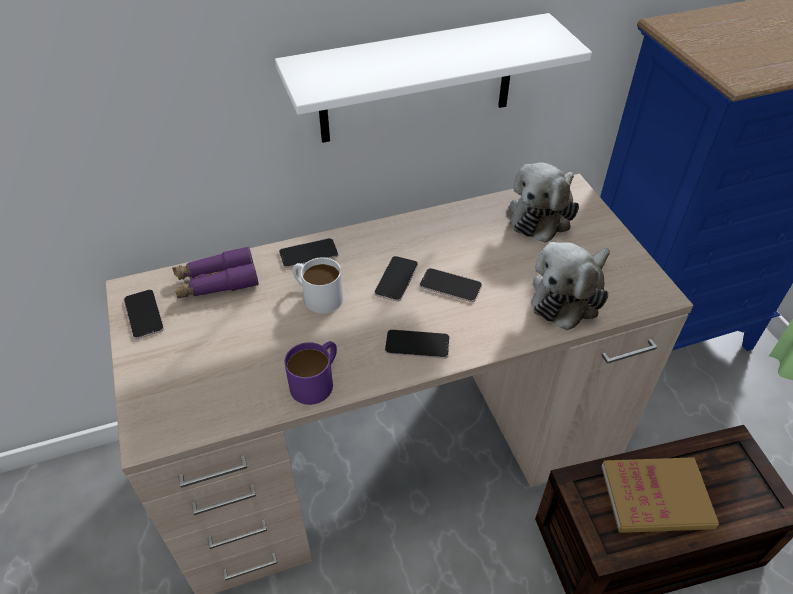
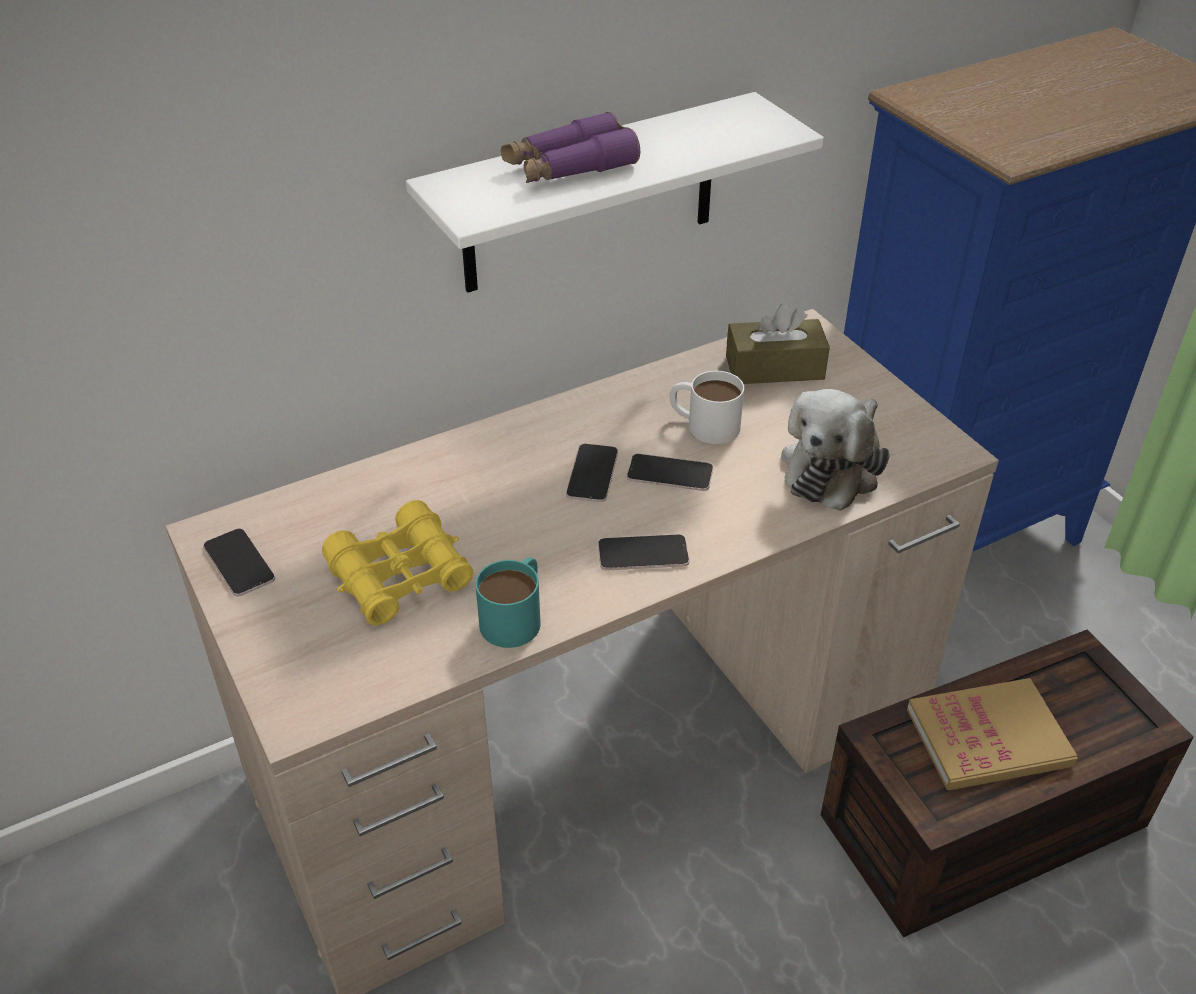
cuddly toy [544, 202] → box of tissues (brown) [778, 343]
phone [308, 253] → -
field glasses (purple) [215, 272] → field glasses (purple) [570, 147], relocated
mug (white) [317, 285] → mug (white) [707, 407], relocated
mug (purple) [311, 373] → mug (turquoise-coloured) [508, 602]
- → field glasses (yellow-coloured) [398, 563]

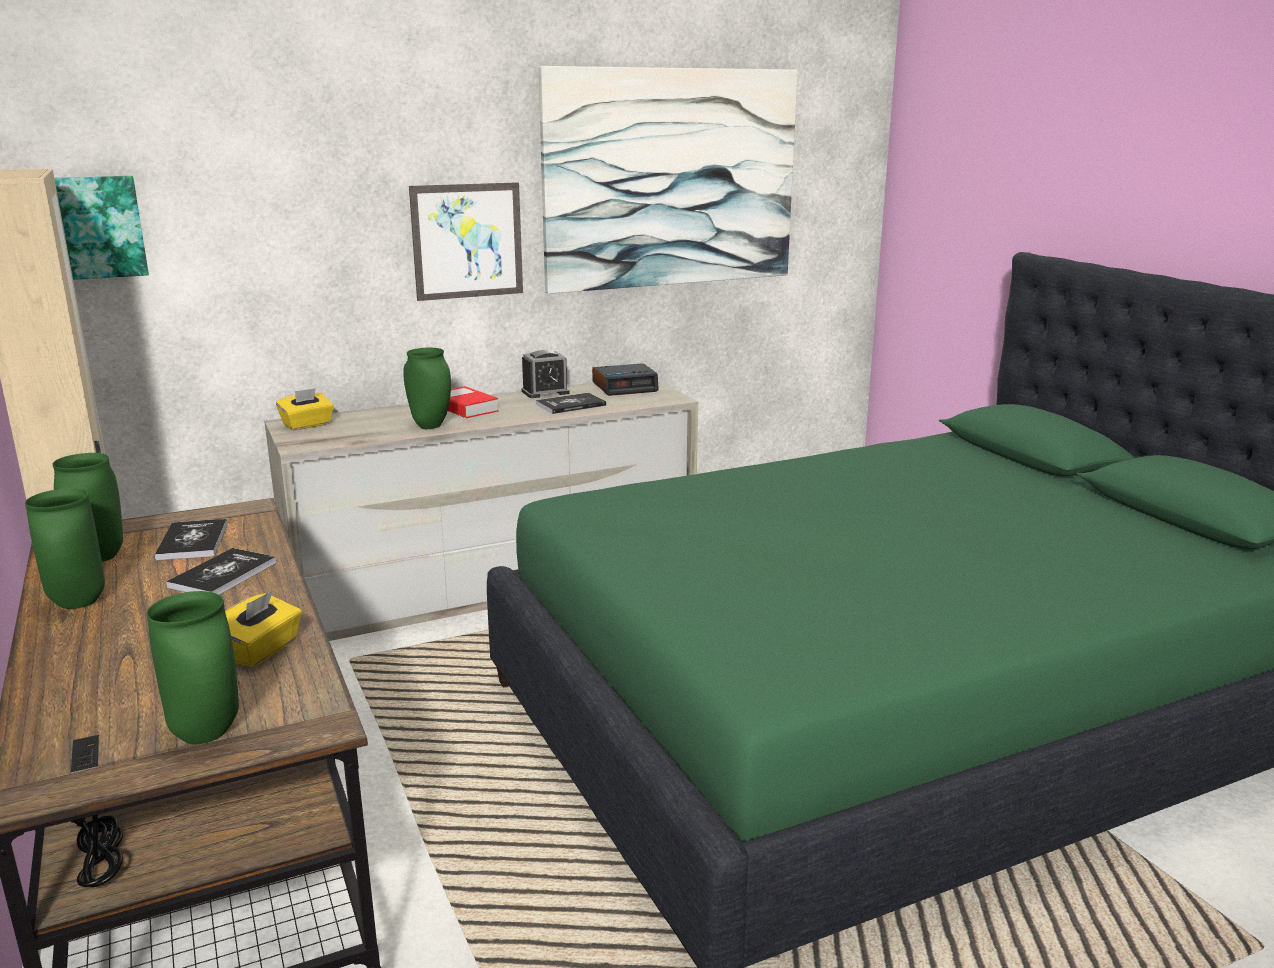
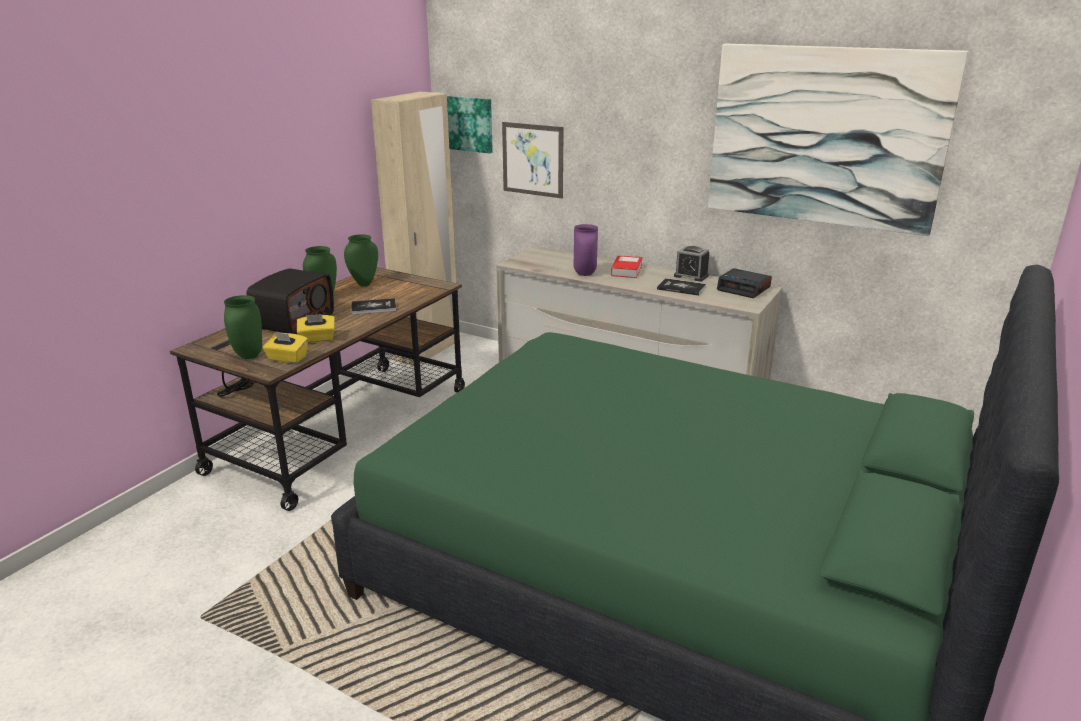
wall art [466, 241] → wall art [533, 160], relocated
decorative vase (green) [427, 388] → decorative vase (purple) [586, 250]
box of tissues (yellow-coloured) [305, 409] → box of tissues (yellow-coloured) [285, 348], relocated
volume [191, 540] → -
- → radio set [290, 301]

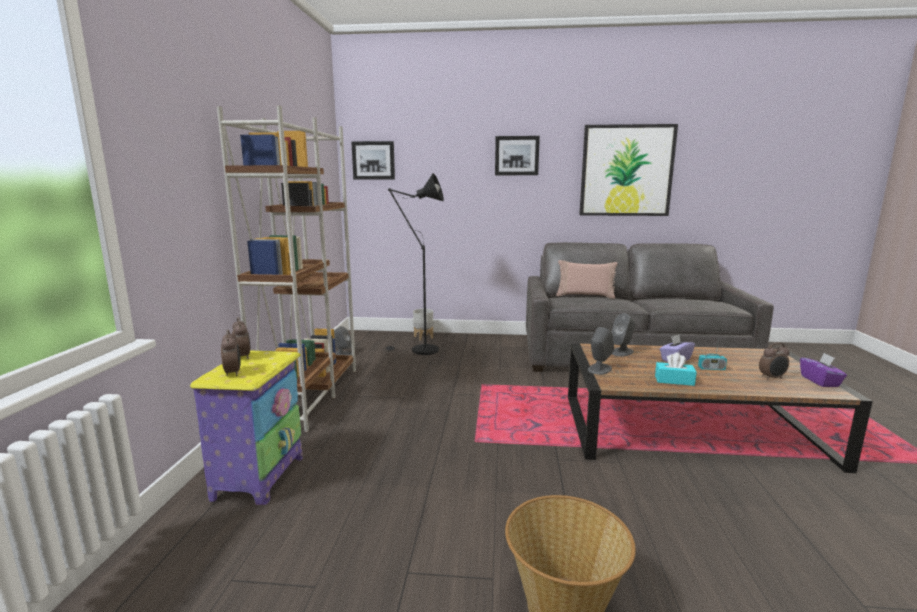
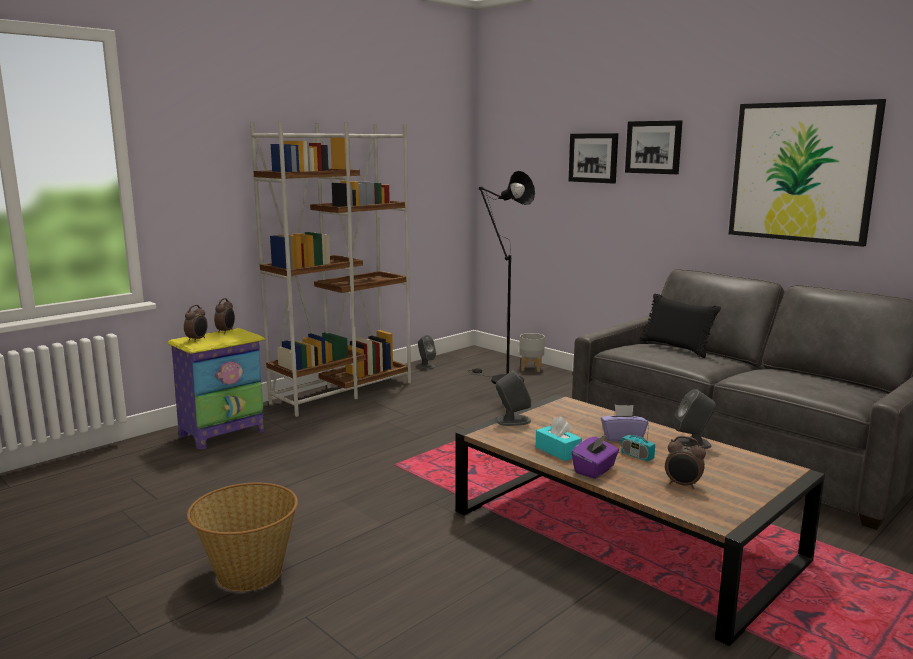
wall art [373, 160] → wall art [593, 158], relocated
throw pillow (sand-coloured) [587, 279] → throw pillow (blackish) [680, 325]
speaker (greyish) [623, 335] → speaker (greyish) [694, 419], relocated
box of tissues (purple) [823, 370] → box of tissues (purple) [595, 456], relocated

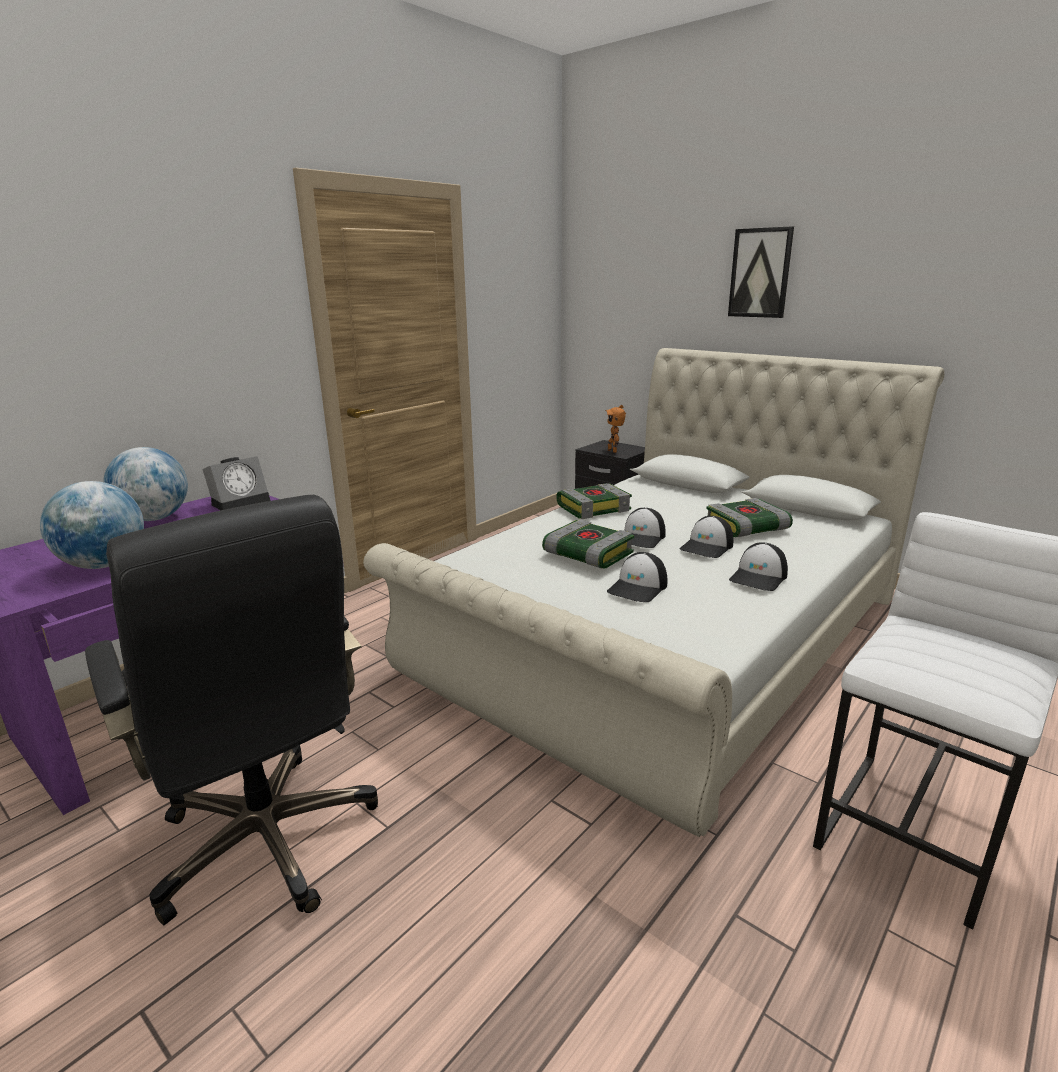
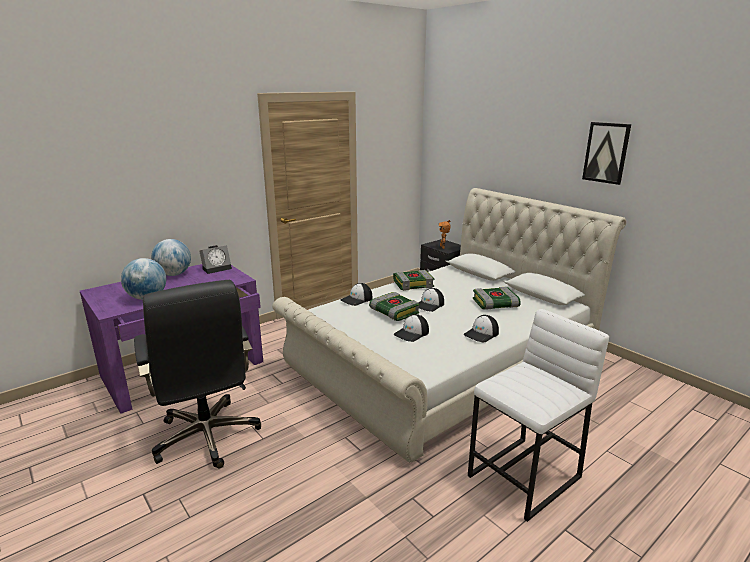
wall art [761, 272] → wall art [606, 153], relocated
peaked cap [706, 537] → peaked cap [356, 294], relocated

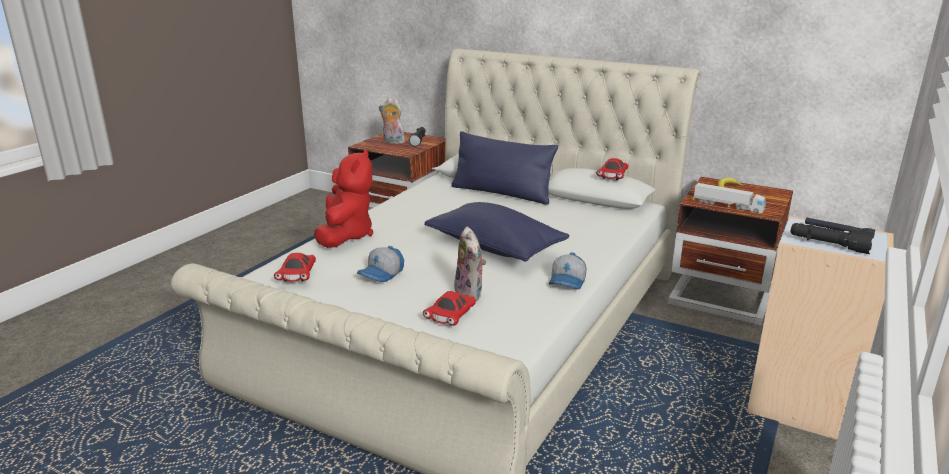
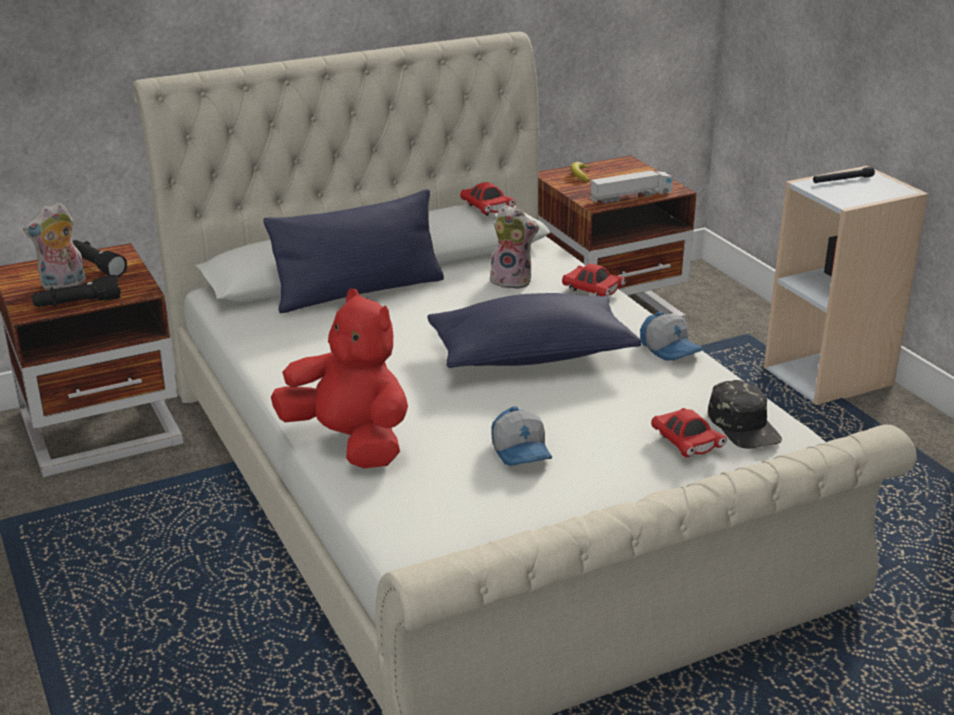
flashlight (blackish) [832, 238] → flashlight (blackish) [76, 291], relocated
cuddly toy [469, 264] → cuddly toy [514, 247], relocated
toy car (red) [295, 267] → toy car (red) [594, 279], relocated
- → peaked cap (blackish) [745, 414]

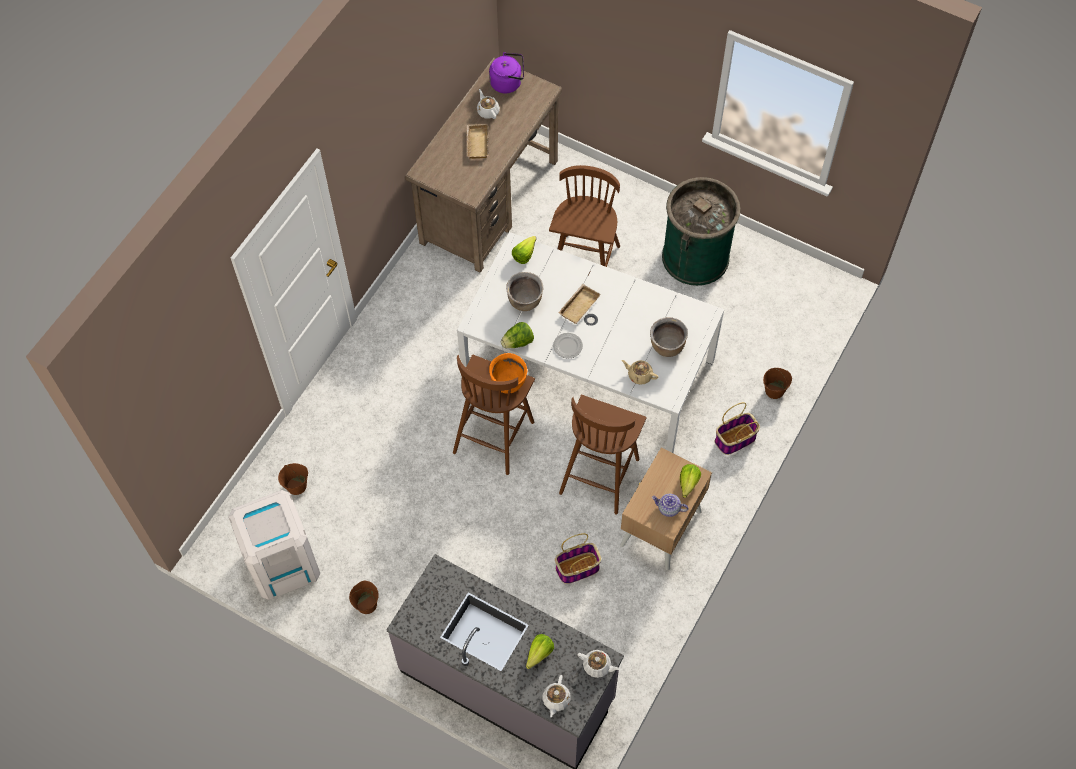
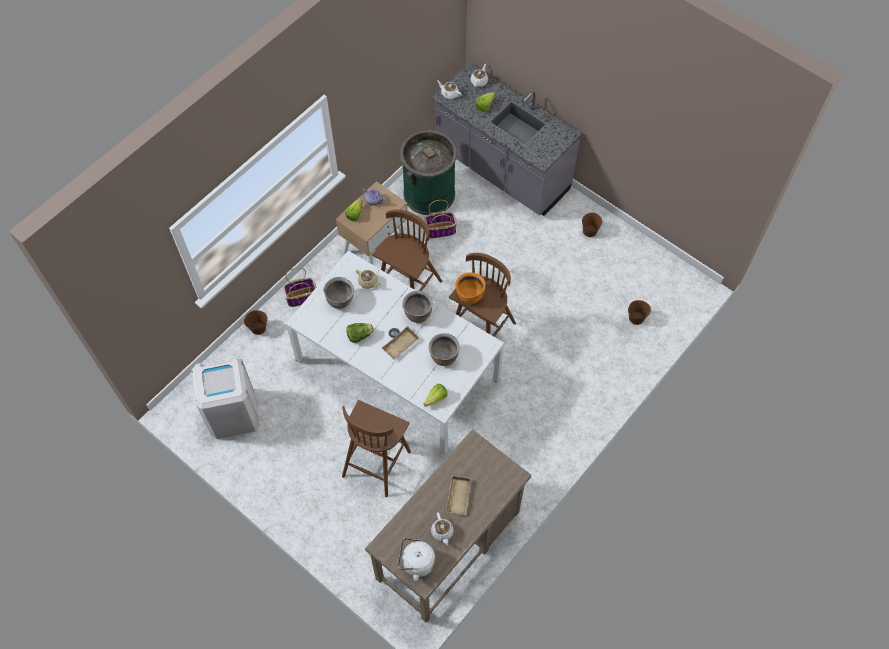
kettle (purple) [506, 72] → kettle (white) [416, 559]
rubbish bin (green) [701, 231] → rubbish bin (green) [428, 172], relocated
lettuce head [517, 335] → lettuce head [360, 333], relocated
plate [568, 346] → saucepot (brown) [417, 307]
rubbish bin (white) [274, 545] → rubbish bin (white) [226, 397], relocated

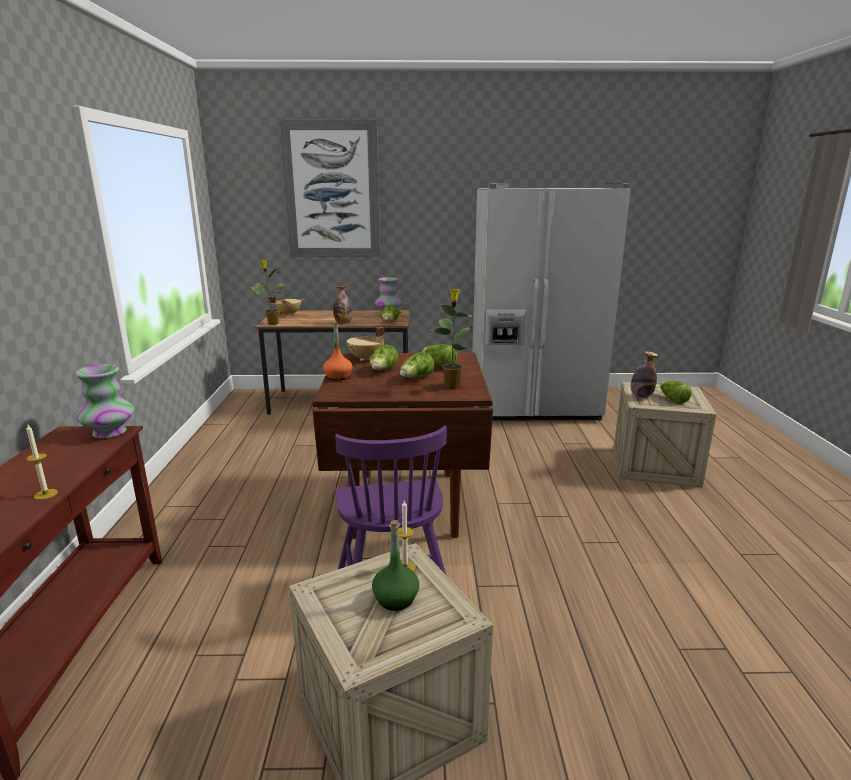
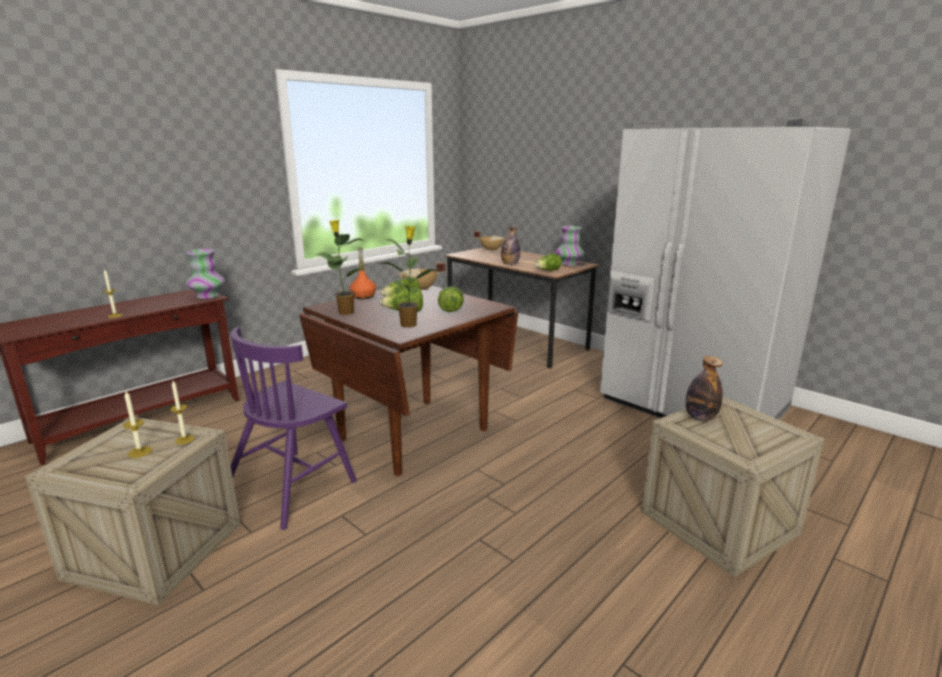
wall art [330, 188] → -
plant in a pot [268, 292] → plant in a pot [340, 267], relocated
lettuce head [676, 392] → -
beverage bottle (green) [395, 565] → wax light [137, 424]

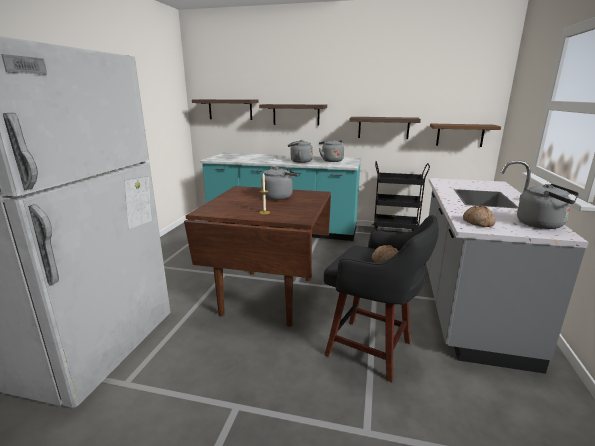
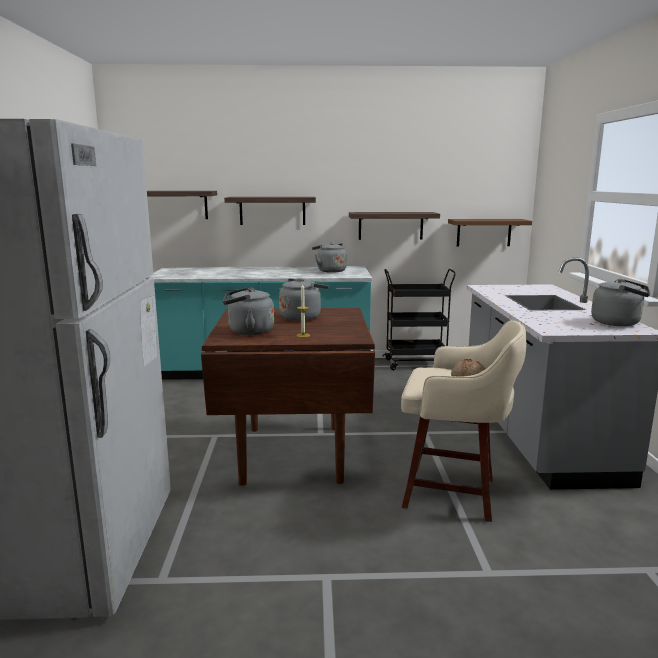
kettle (greyish) [300, 151] → kettle (greyish) [248, 311], relocated
baked bread [479, 216] → -
stool seat (blackish) [381, 298] → stool seat (sand-coloured) [463, 421]

